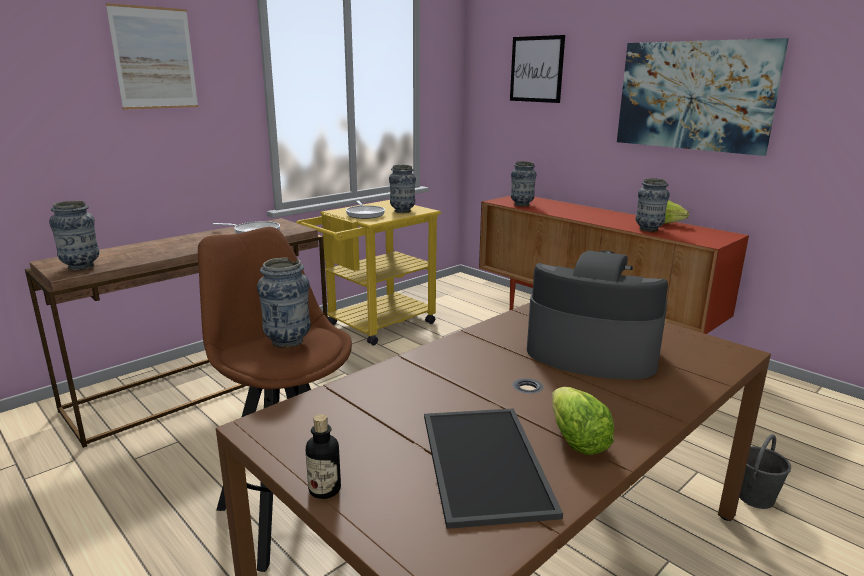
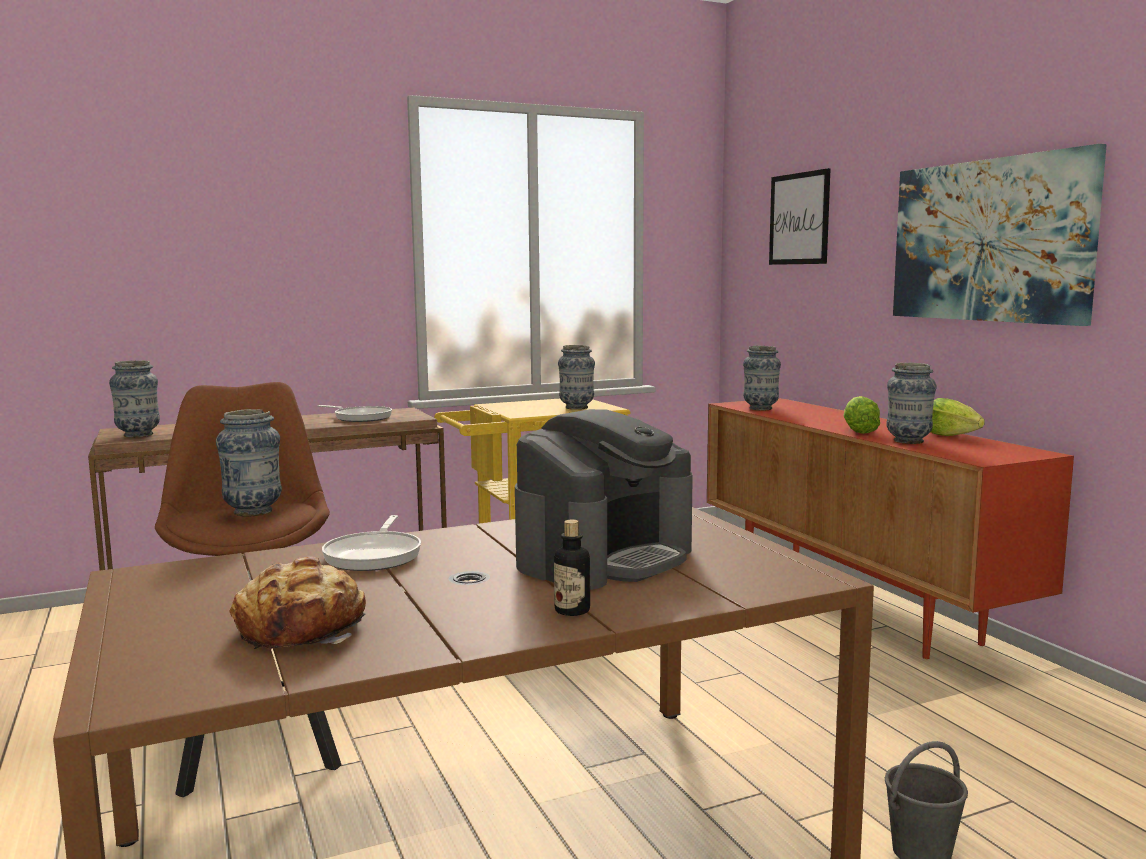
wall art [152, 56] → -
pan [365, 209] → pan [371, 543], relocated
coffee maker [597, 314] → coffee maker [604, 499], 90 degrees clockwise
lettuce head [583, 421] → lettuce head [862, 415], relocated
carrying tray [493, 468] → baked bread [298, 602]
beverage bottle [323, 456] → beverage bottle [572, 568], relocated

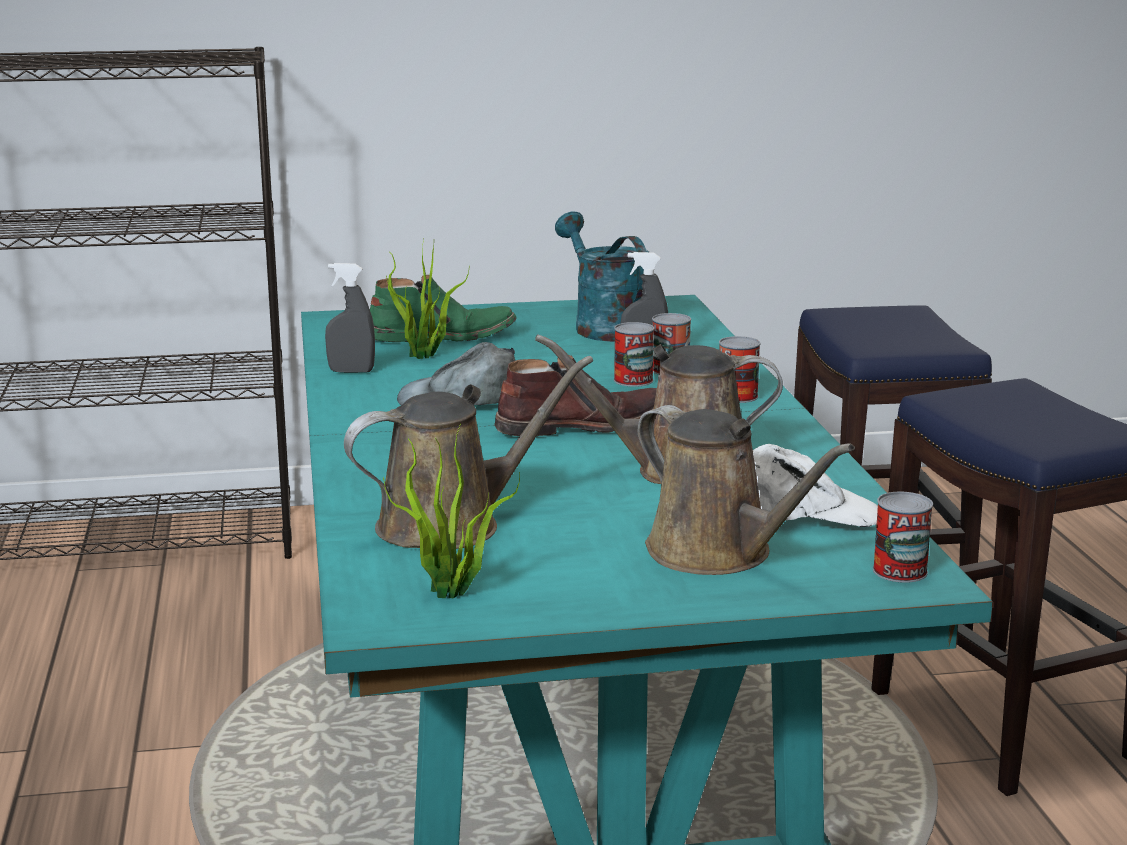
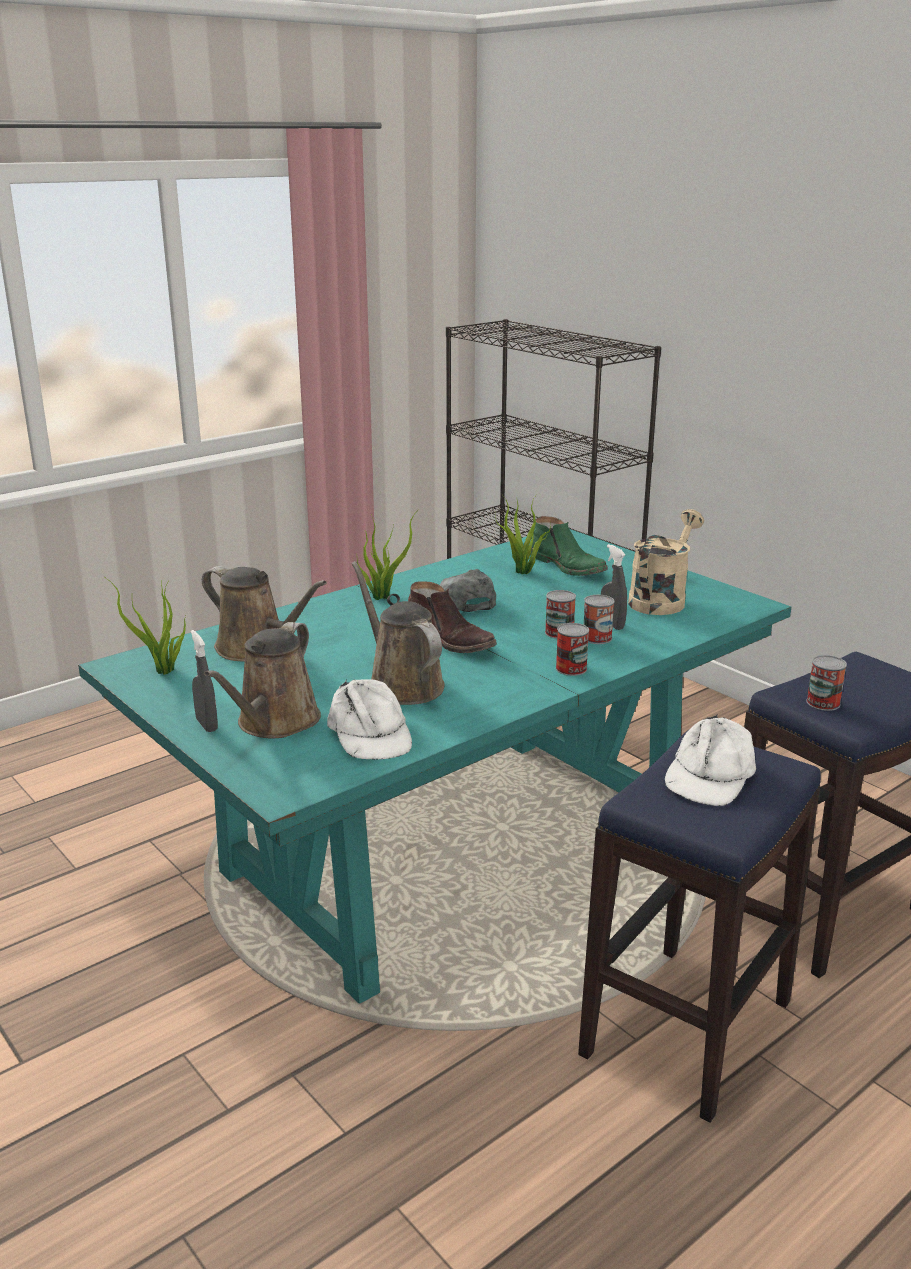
watering pot (turquoise-coloured) [602, 276] → watering pot (sand-coloured) [666, 562]
sprayer (greyish) [350, 318] → sprayer (greyish) [204, 681], relocated
can [903, 537] → can [826, 683], relocated
- → plant in a pot [387, 554]
- → peaked cap (white) [710, 760]

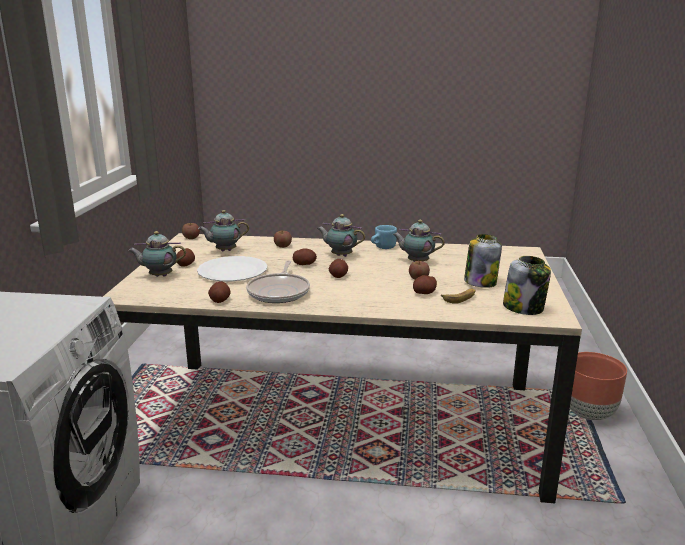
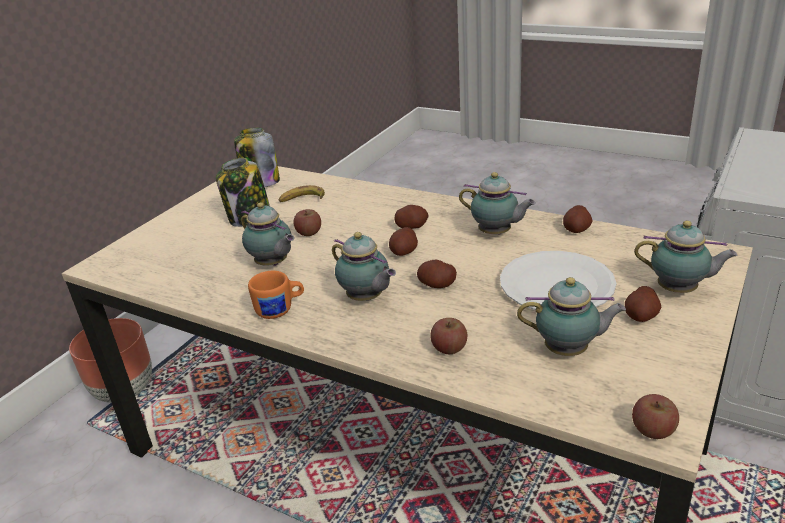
mug (bluish) [384, 237] → mug (orange) [276, 295]
pan [278, 281] → pot for tea [497, 203]
whole potato [425, 284] → whole potato [411, 217], relocated

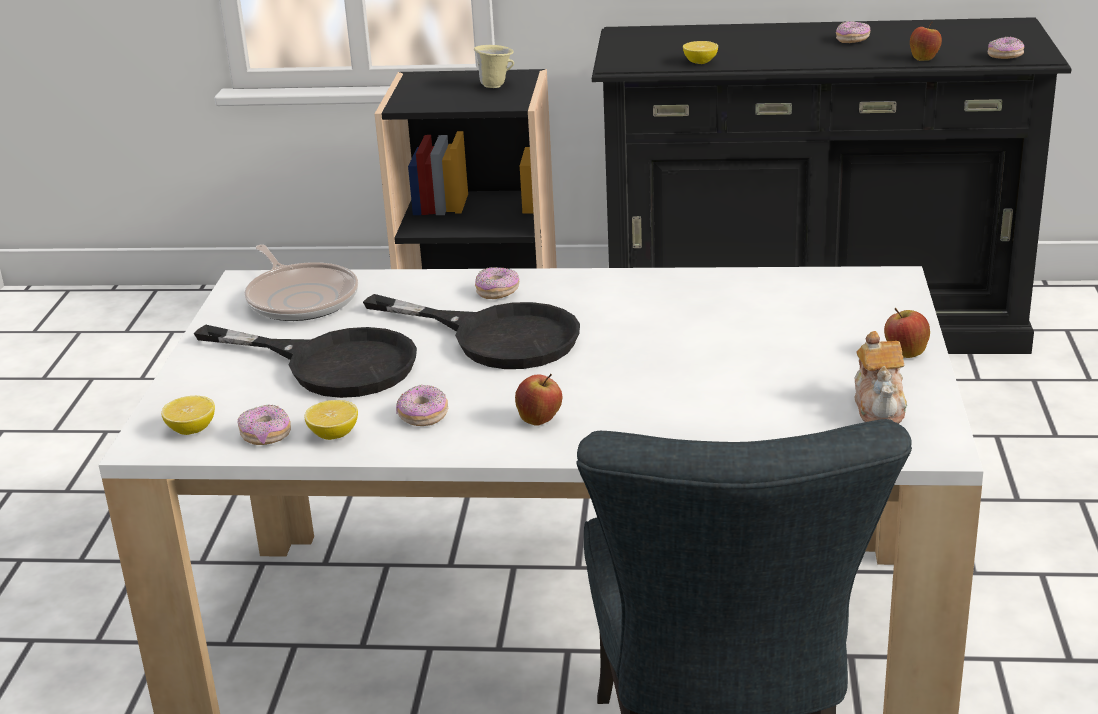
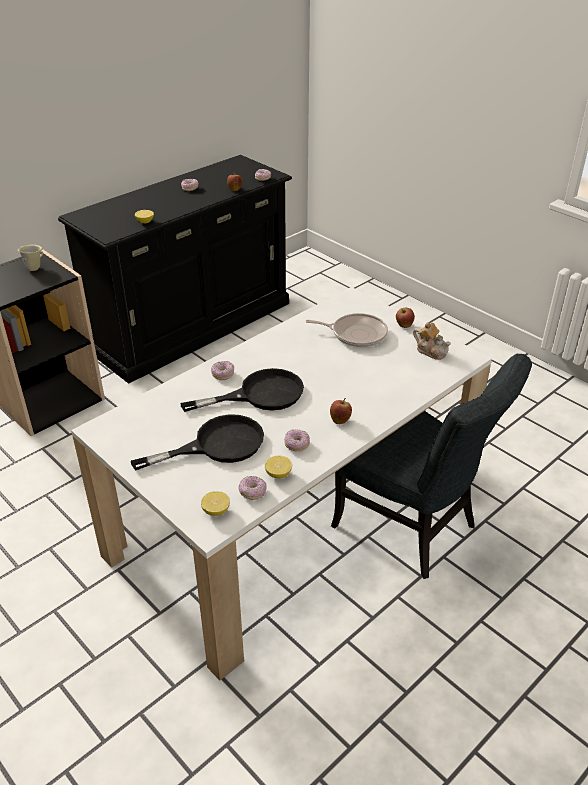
pan [301, 282] → pan [347, 330], relocated

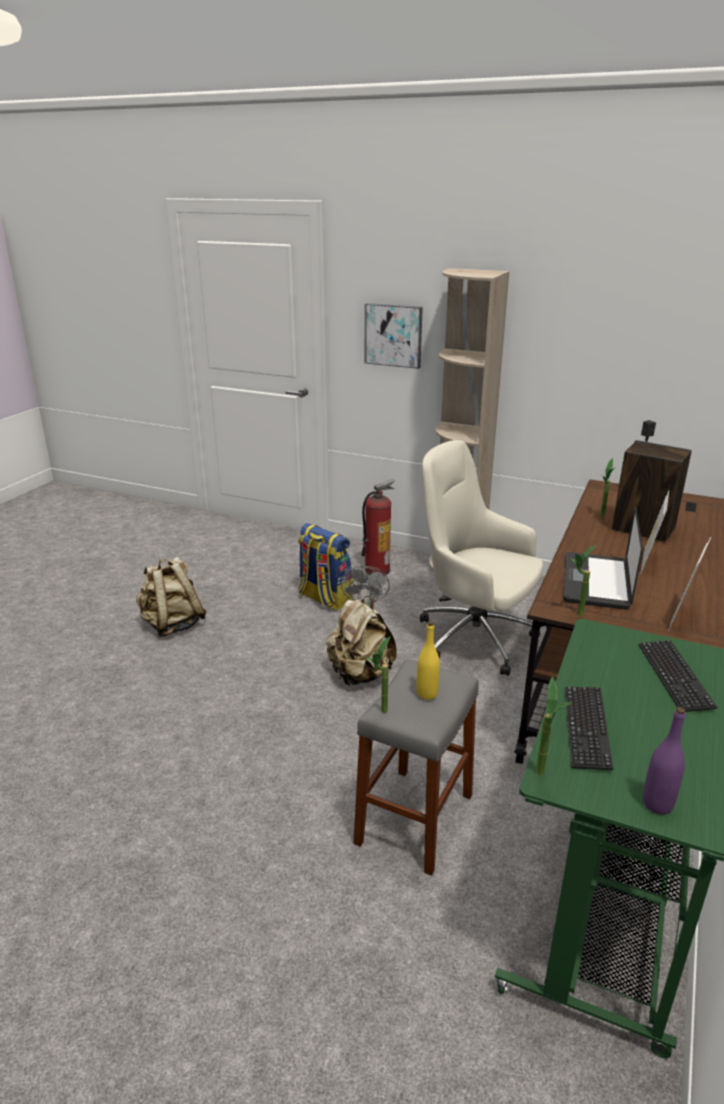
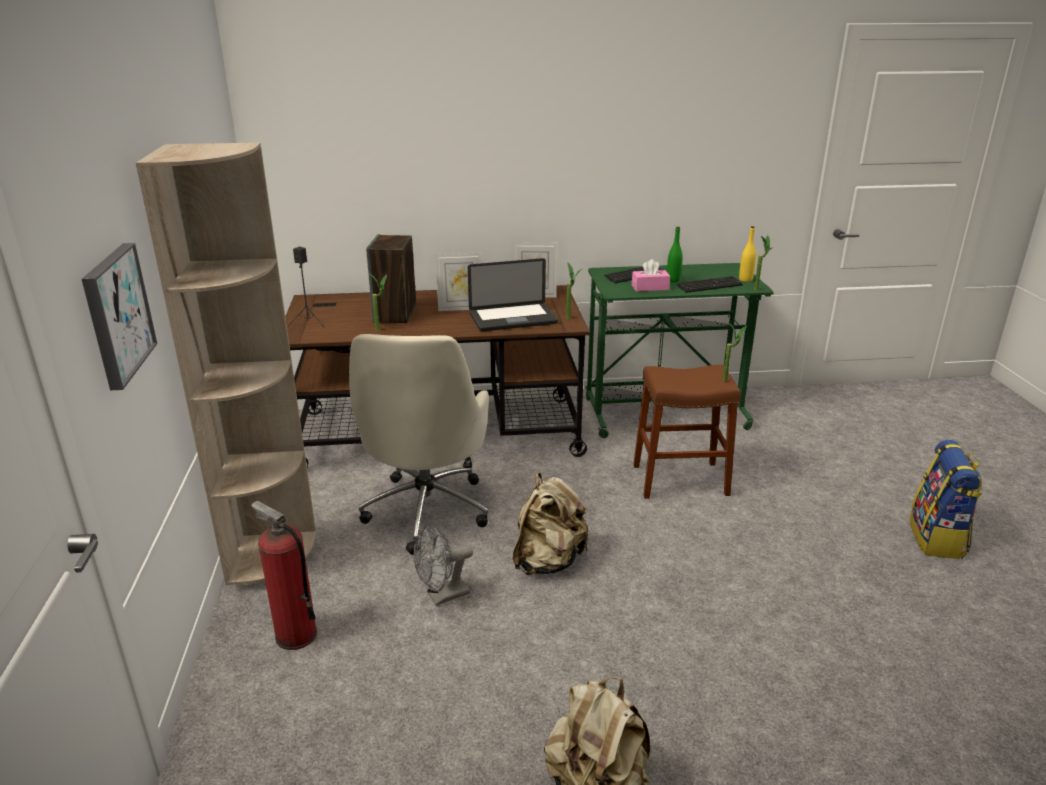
rucksack [325, 566] → rucksack [946, 499], relocated
beverage bottle (yellow-coloured) [428, 661] → beverage bottle (yellow-coloured) [747, 254], relocated
stool seat (greyish) [416, 767] → stool seat (brown) [687, 432]
beverage bottle (purple) [664, 760] → -
- → beverage bottle (green) [675, 254]
- → box of tissues (pink) [651, 275]

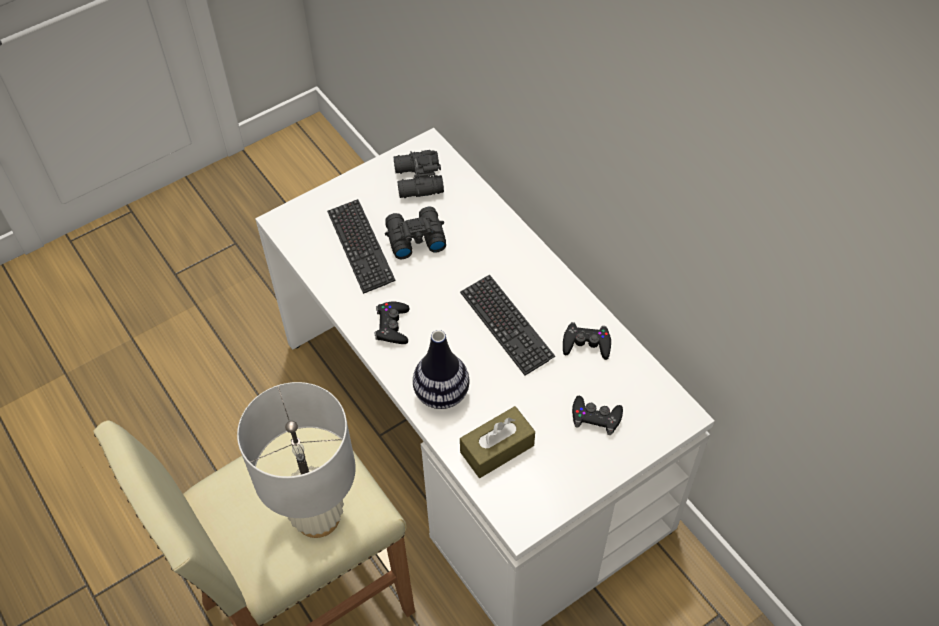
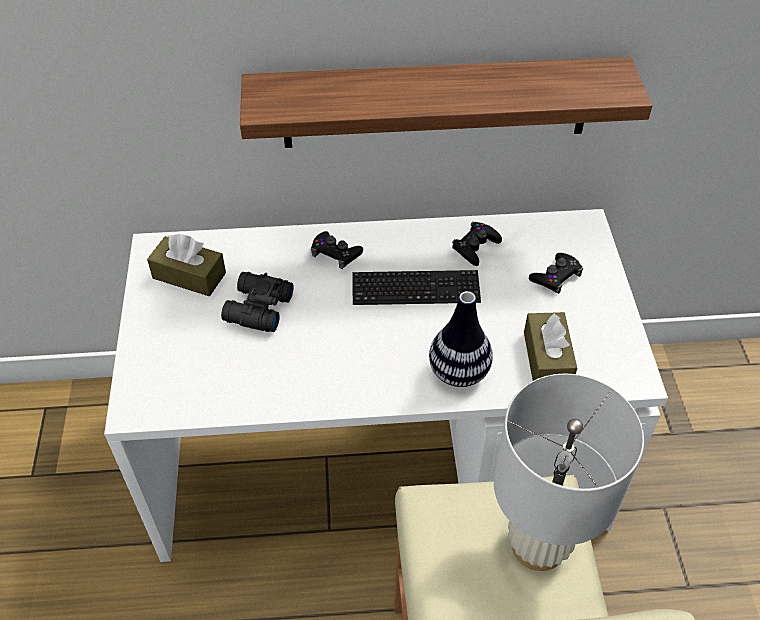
field glasses (blackish) [419, 174] → box of tissues (brown) [186, 265]
computer keyboard [361, 246] → -
joypad (blackish) [391, 322] → joypad (blackish) [337, 250], relocated
- → wall shelf [446, 102]

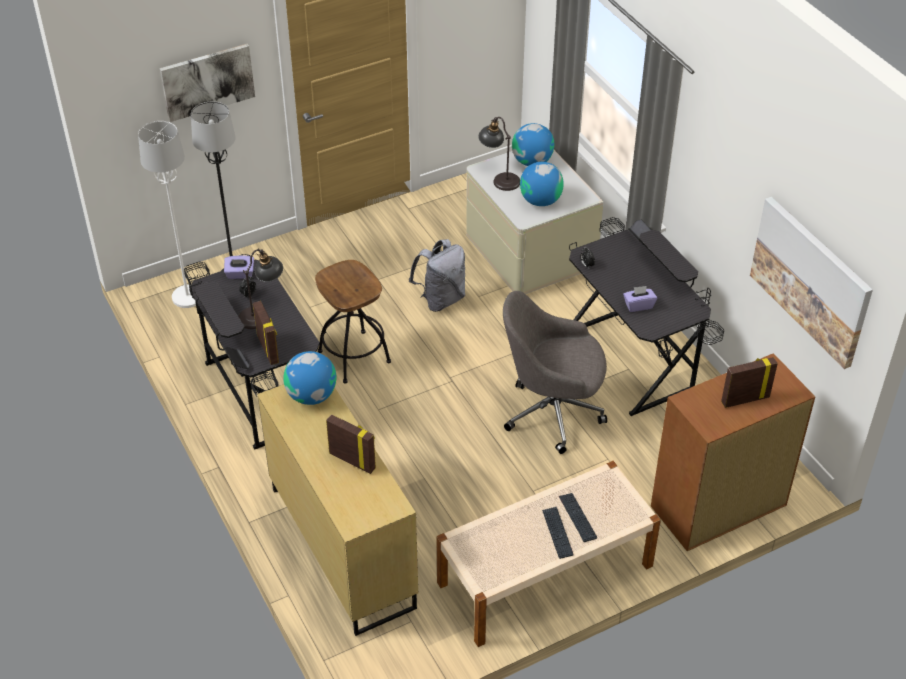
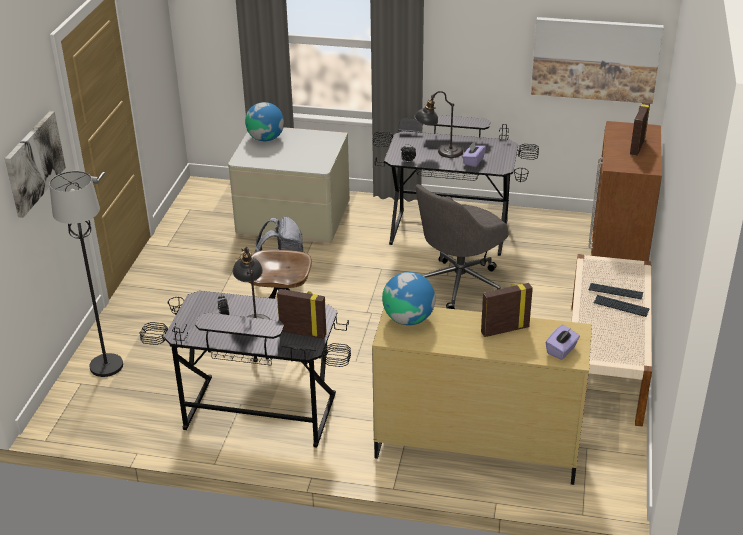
table lamp (greyish) [499, 154] → table lamp (greyish) [439, 124], relocated
floor lamp (white) [167, 214] → -
desk globe [542, 184] → -
box of tissues (purple) [239, 267] → box of tissues (purple) [563, 342], relocated

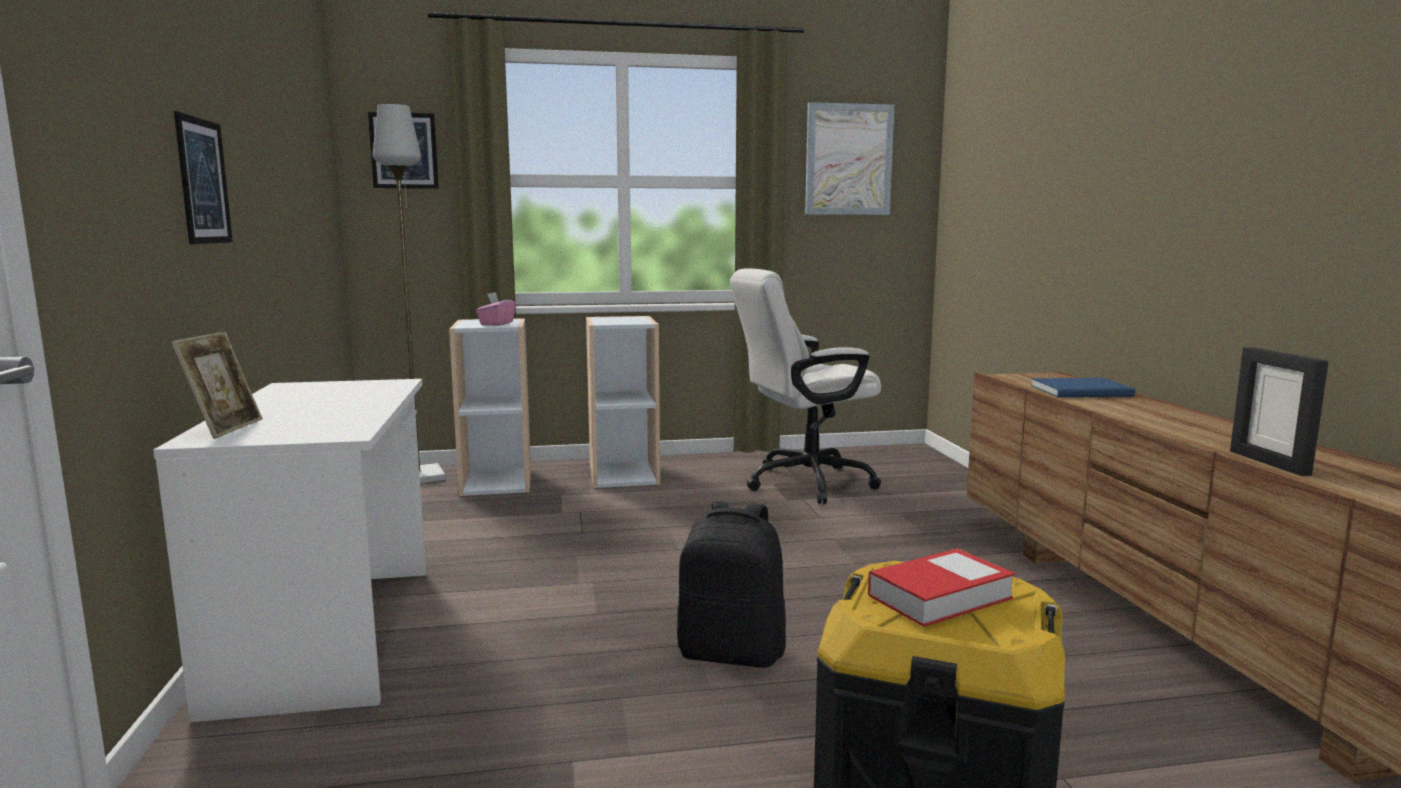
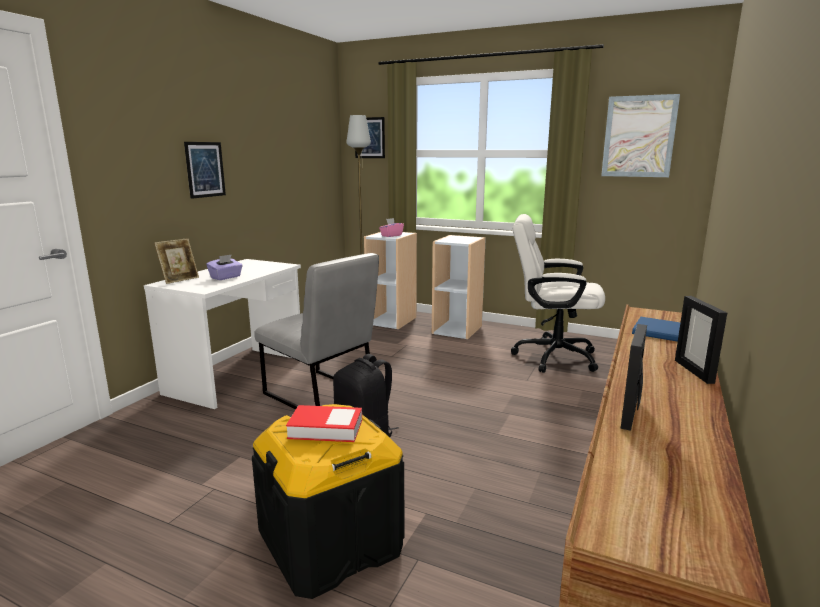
- → chair (greyish) [316, 331]
- → box of tissues (purple) [224, 267]
- → photo frame [701, 340]

